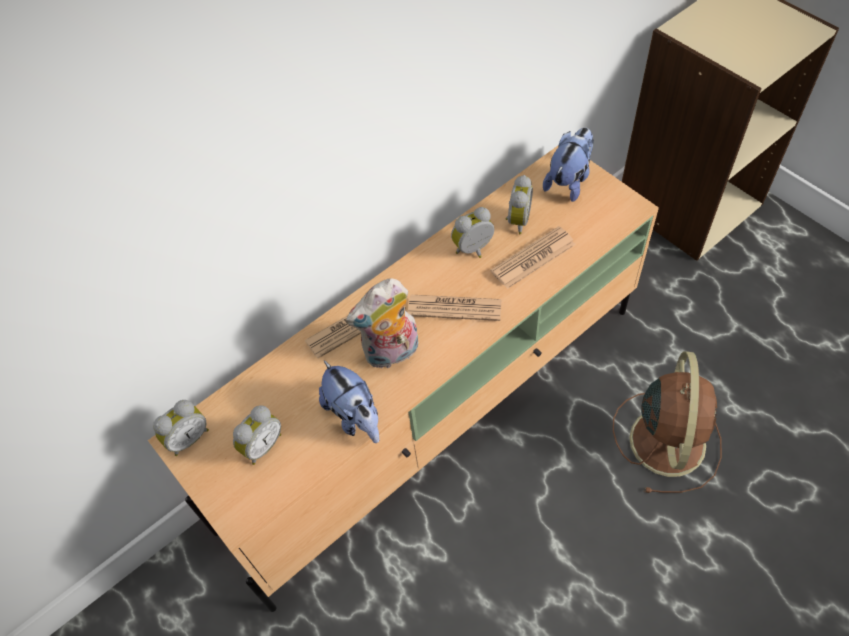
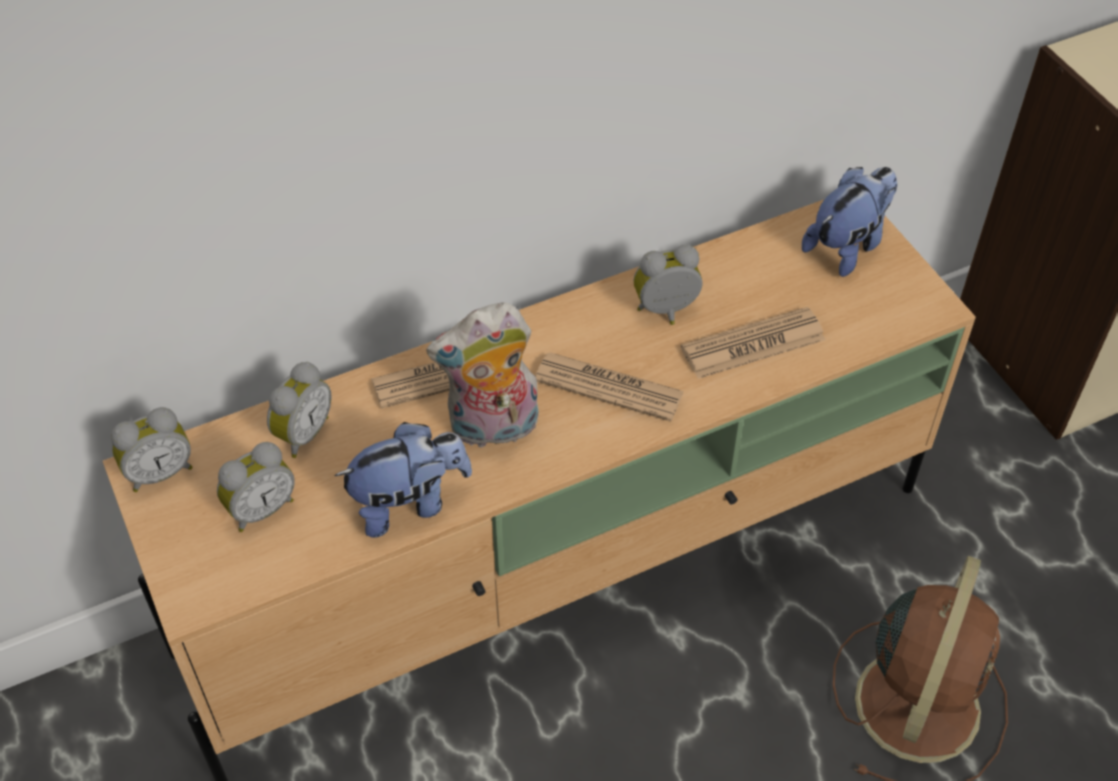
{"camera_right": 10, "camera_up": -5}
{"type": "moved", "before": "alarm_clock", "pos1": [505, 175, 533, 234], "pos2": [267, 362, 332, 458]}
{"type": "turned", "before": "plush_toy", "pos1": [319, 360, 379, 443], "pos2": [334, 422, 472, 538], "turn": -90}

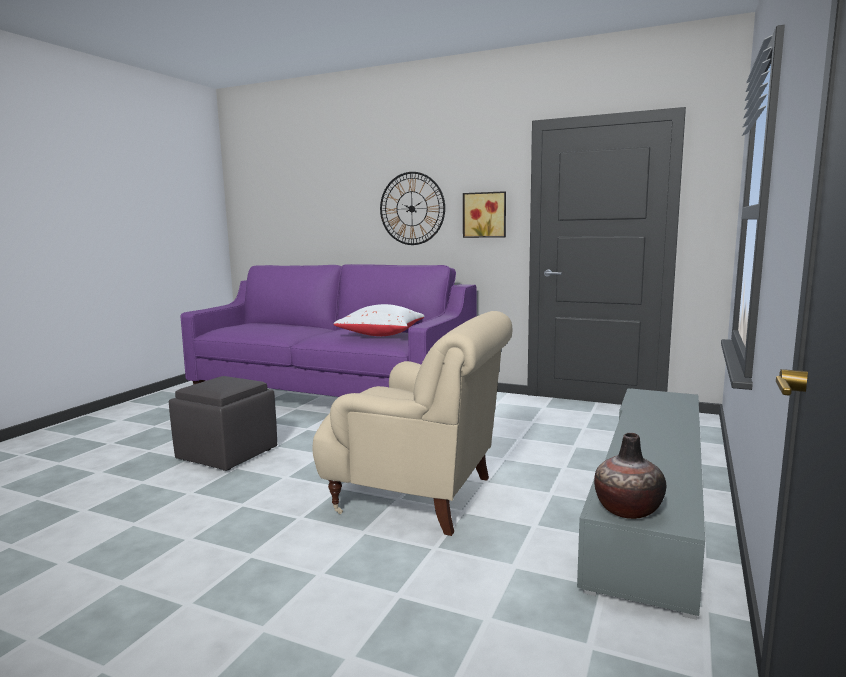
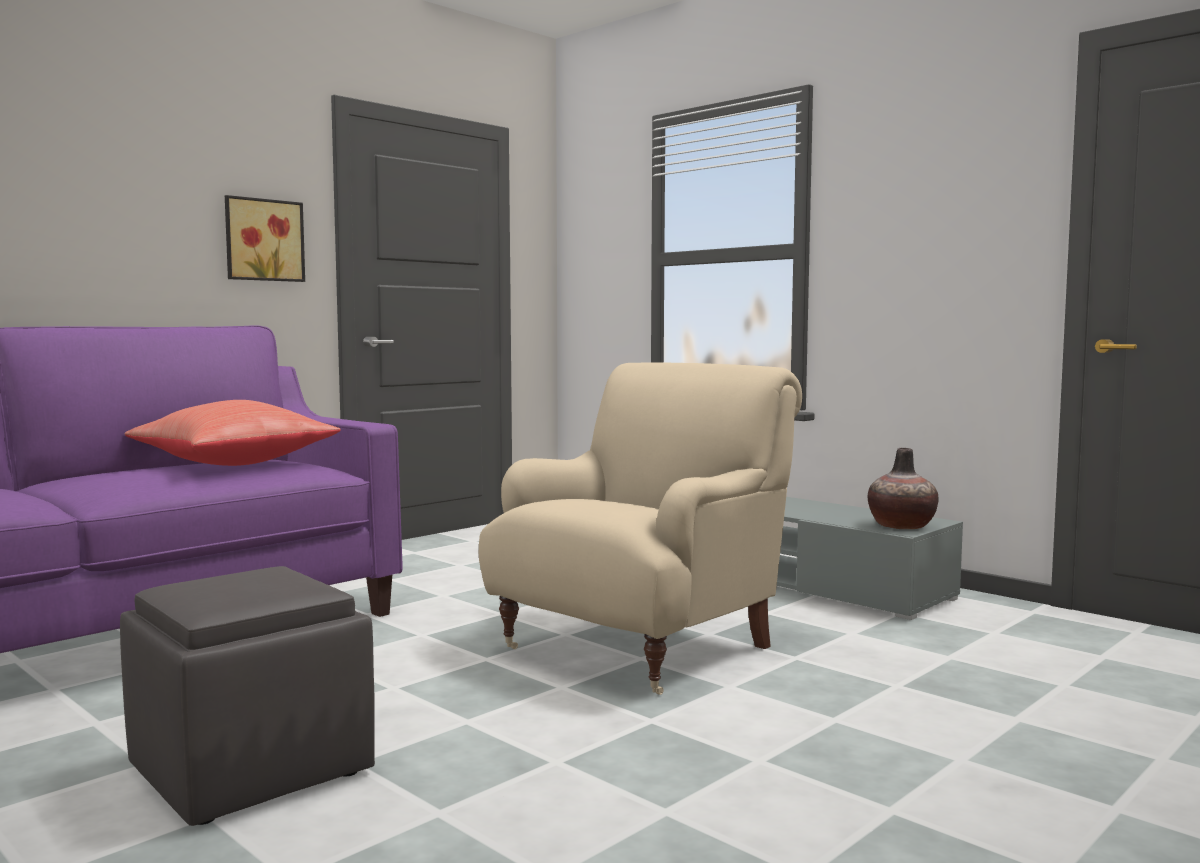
{"camera_right": -70, "camera_up": -5}
{"type": "recoloured", "before": "white_pillow", "after": "red_pillow", "pos1": [333, 304, 424, 336], "pos2": [124, 400, 341, 466]}
{"type": "removed", "before": "wall_clock", "pos1": [380, 172, 445, 245]}

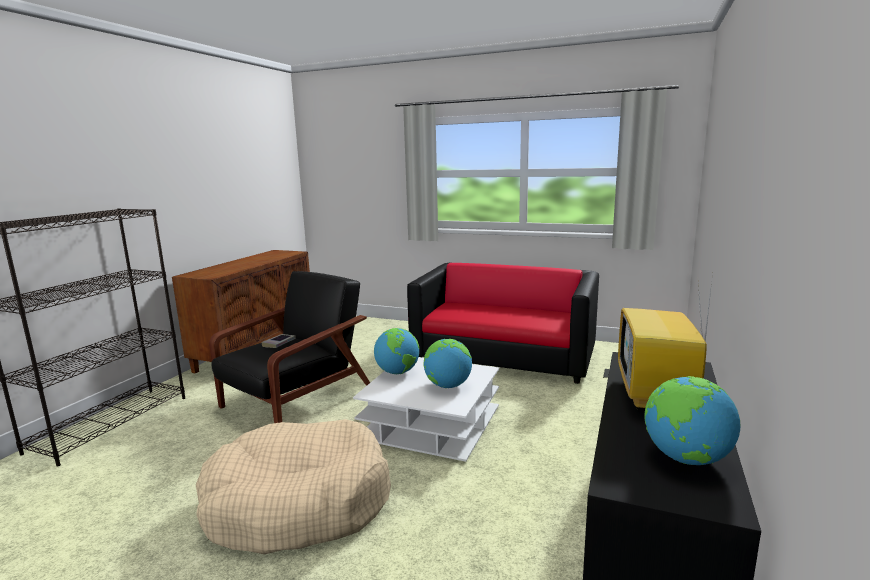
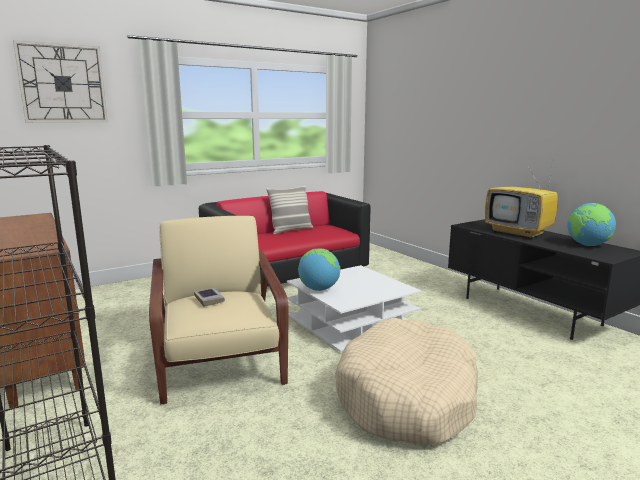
{"camera_right": -55, "camera_up": 0}
{"type": "added", "after": "wall_clock", "pos2": [13, 40, 108, 123]}
{"type": "recoloured", "before": "black_armchair", "after": "beige_armchair", "pos1": [209, 271, 370, 423], "pos2": [149, 216, 289, 404]}
{"type": "added", "after": "pillow", "pos2": [266, 186, 313, 235]}
{"type": "removed", "before": "globe", "pos1": [423, 339, 472, 388]}

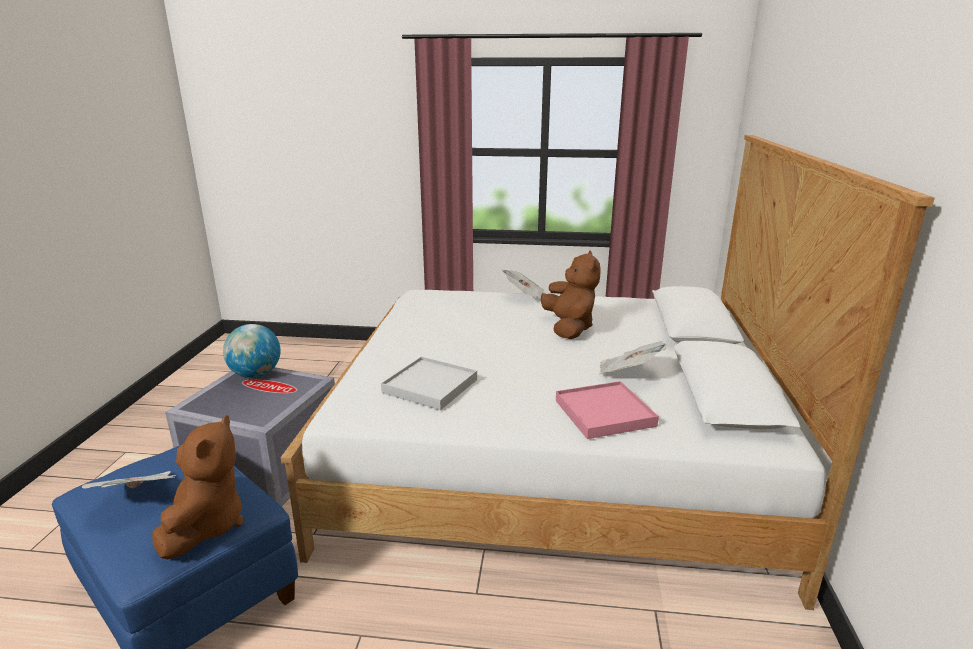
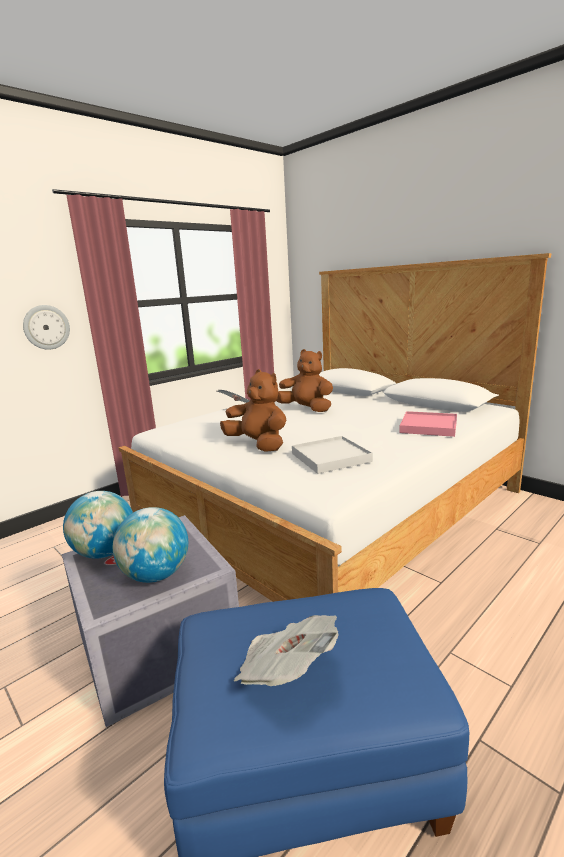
{"camera_right": -50, "camera_up": -5}
{"type": "added", "after": "wall_clock", "pos2": [23, 305, 70, 350]}
{"type": "added", "after": "globe", "pos2": [113, 507, 188, 583]}
{"type": "moved", "before": "brown_plush_toy", "pos1": [152, 415, 244, 559], "pos2": [220, 369, 286, 452]}
{"type": "removed", "before": "newspaper", "pos1": [599, 341, 667, 375]}

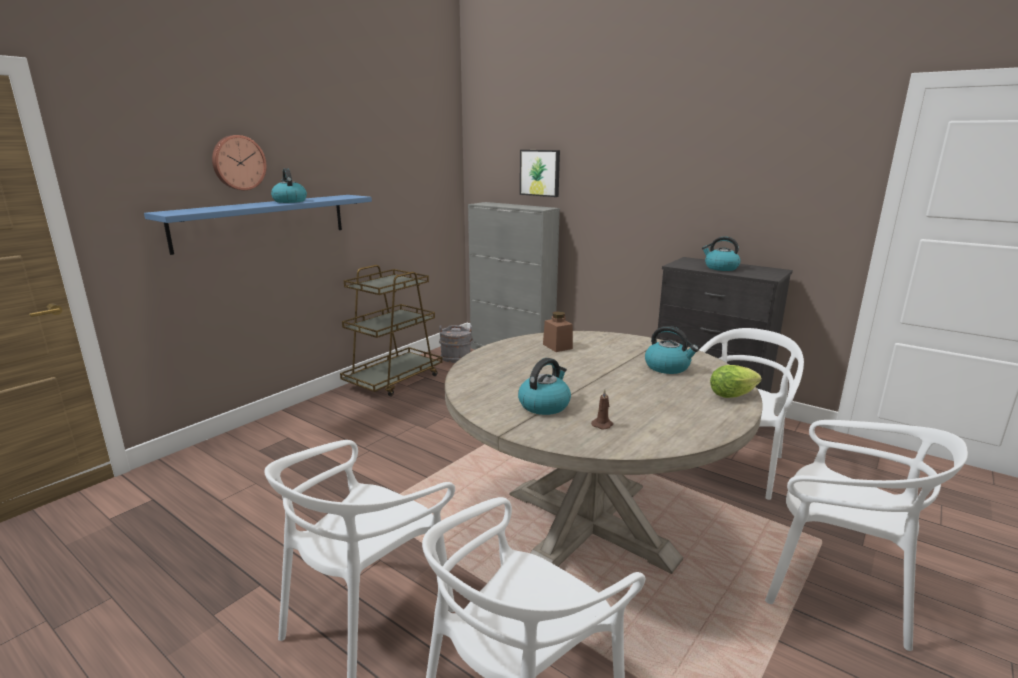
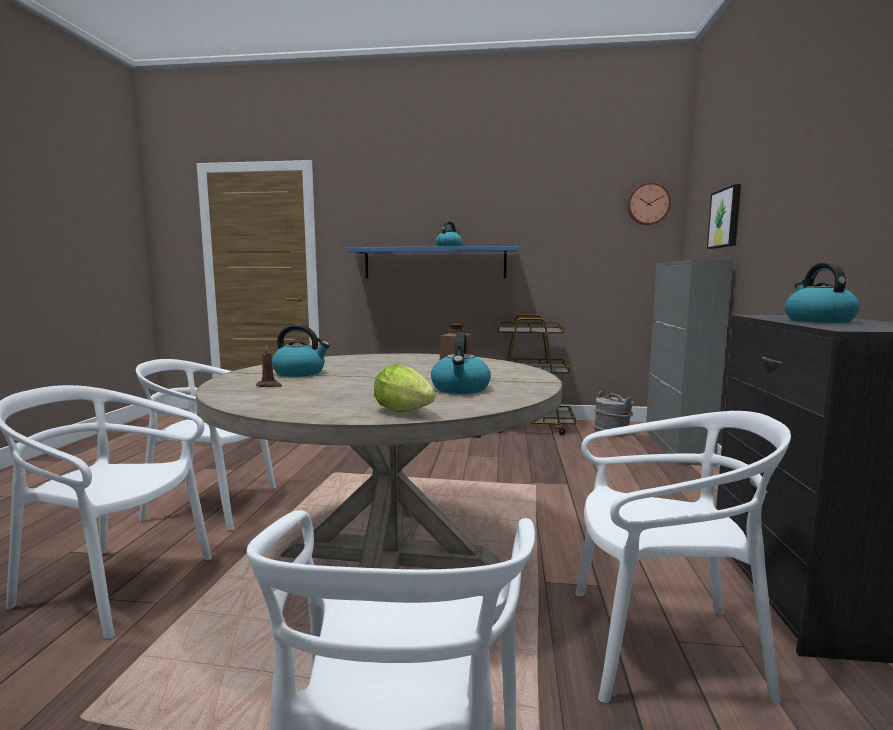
{"camera_right": 60, "camera_up": -10}
{"type": "moved", "before": "wall_clock", "pos1": [212, 135, 267, 190], "pos2": [627, 182, 671, 225]}

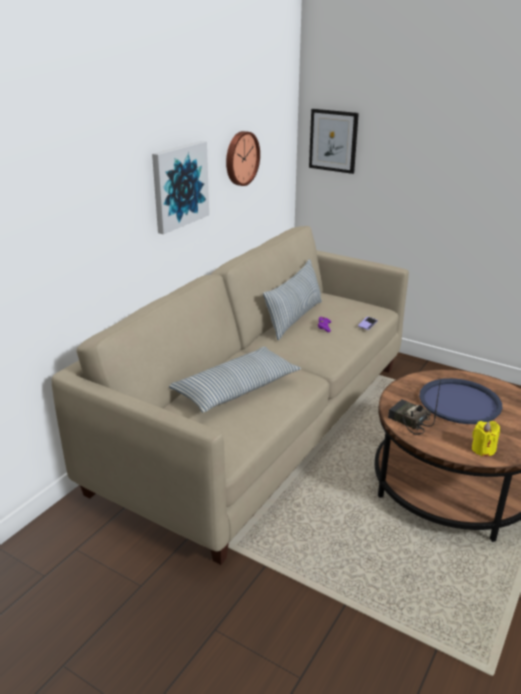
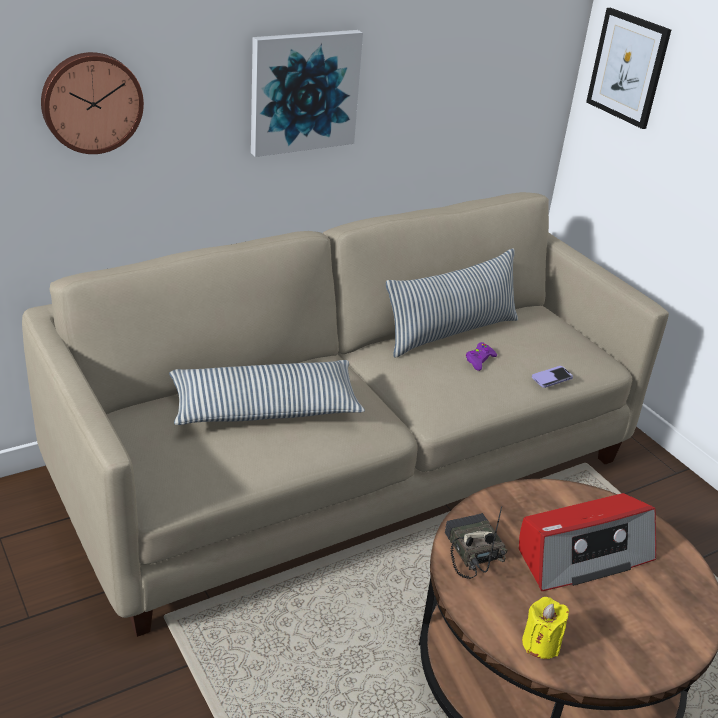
{"camera_right": 25, "camera_up": 5}
{"type": "moved", "before": "wall_clock", "pos1": [226, 131, 260, 186], "pos2": [41, 52, 144, 154]}
{"type": "replaced", "before": "blue_tray", "after": "radio", "pos1": [419, 378, 502, 424], "pos2": [519, 493, 656, 591]}

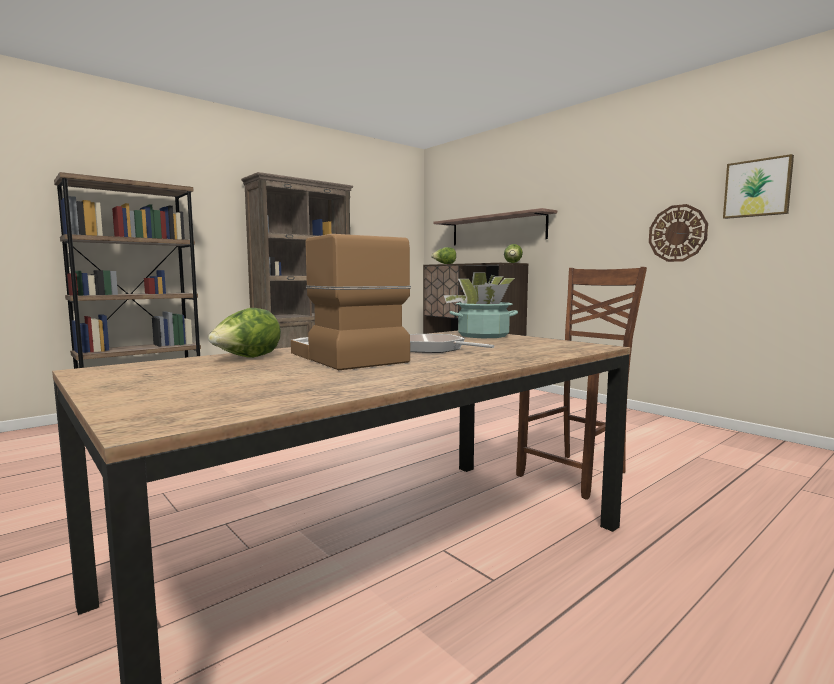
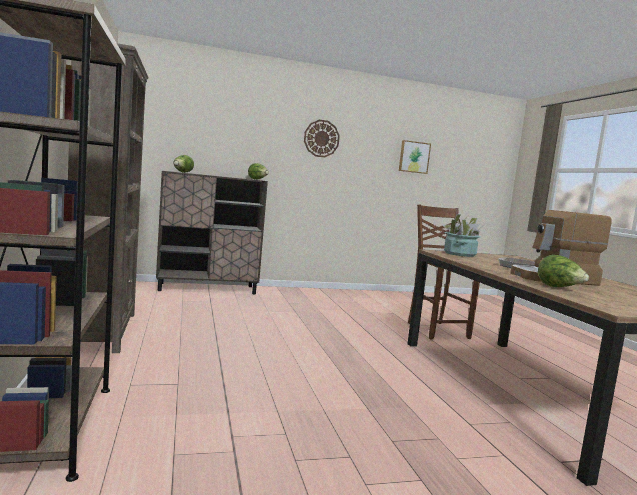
{"camera_right": -65, "camera_up": 0}
{"type": "moved", "before": "wall_clock", "pos1": [649, 204, 708, 262], "pos2": [304, 120, 340, 158]}
{"type": "removed", "before": "shelf", "pos1": [434, 208, 557, 245]}

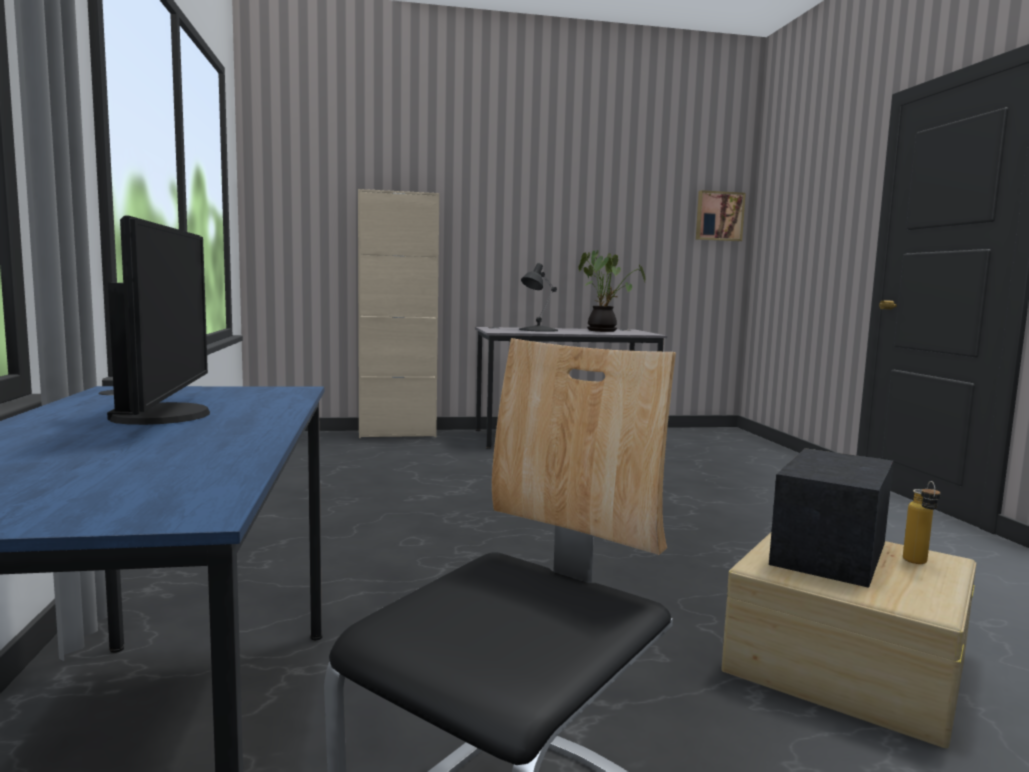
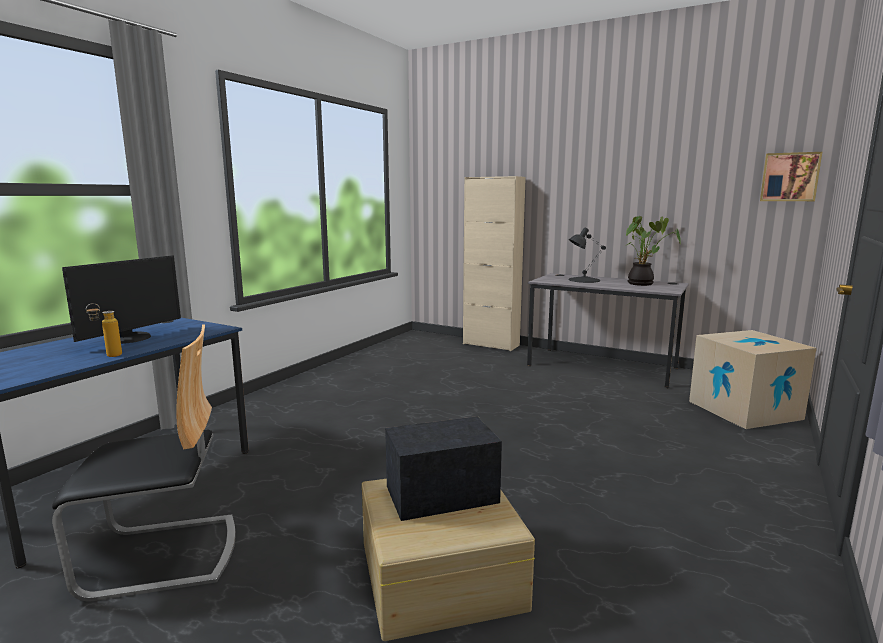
{"camera_right": 40, "camera_up": 5}
{"type": "moved", "before": "bottle", "pos1": [903, 481, 941, 564], "pos2": [86, 303, 122, 357]}
{"type": "added", "after": "cardboard_box", "pos2": [689, 330, 816, 429]}

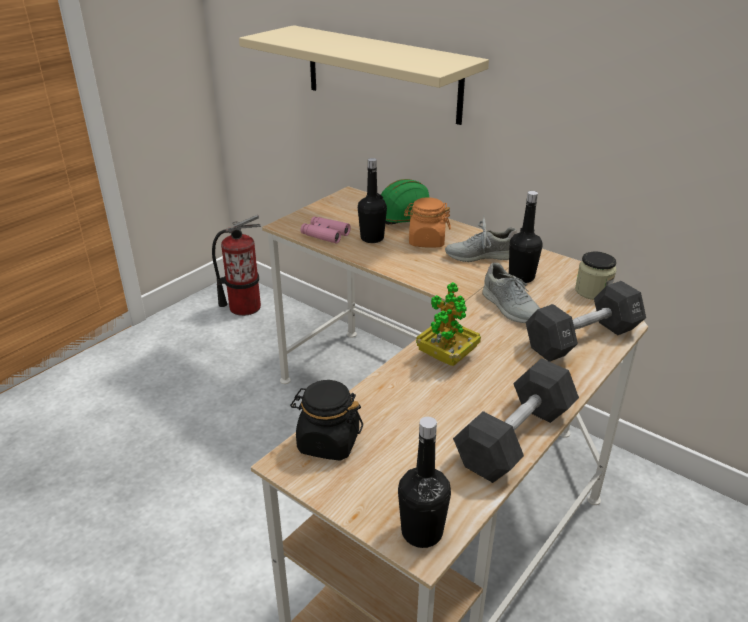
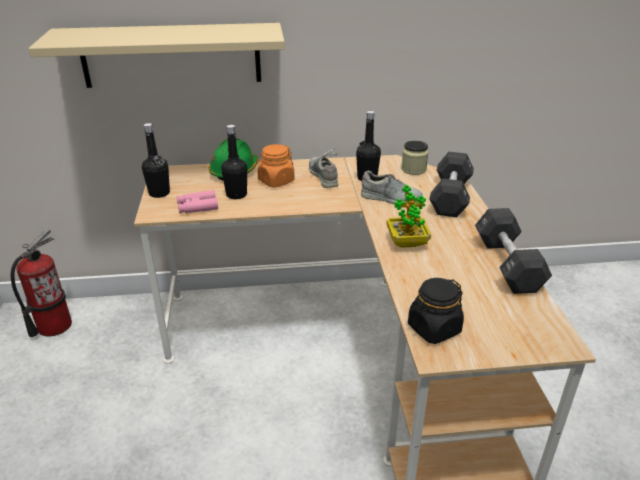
{"camera_right": -45, "camera_up": 0}
{"type": "moved", "before": "black_bottle", "pos1": [398, 417, 451, 548], "pos2": [142, 123, 170, 198]}
{"type": "turned", "before": "grey_shoe", "pos1": [445, 218, 517, 262], "pos2": [309, 148, 338, 188], "turn": 120}

